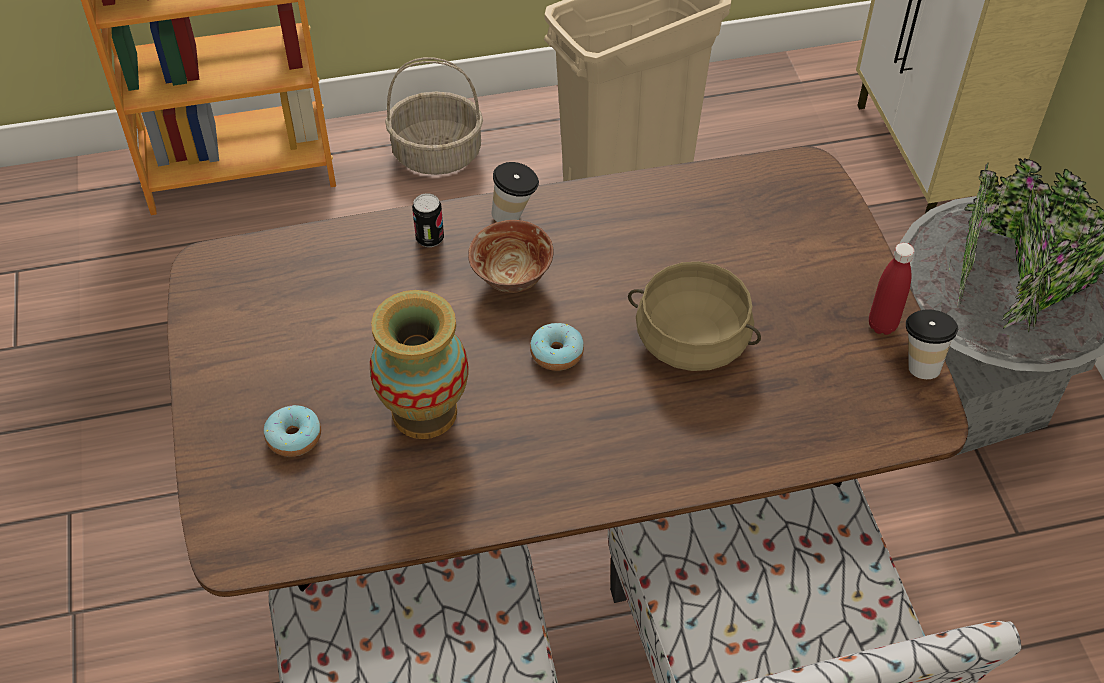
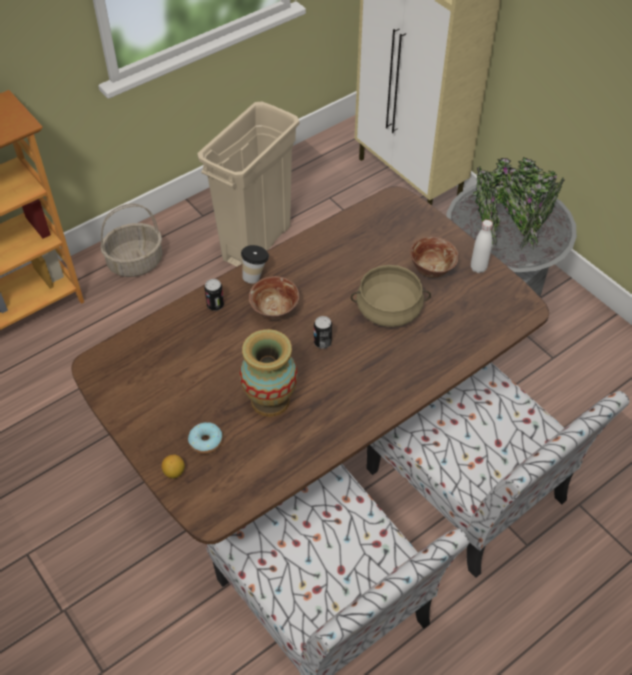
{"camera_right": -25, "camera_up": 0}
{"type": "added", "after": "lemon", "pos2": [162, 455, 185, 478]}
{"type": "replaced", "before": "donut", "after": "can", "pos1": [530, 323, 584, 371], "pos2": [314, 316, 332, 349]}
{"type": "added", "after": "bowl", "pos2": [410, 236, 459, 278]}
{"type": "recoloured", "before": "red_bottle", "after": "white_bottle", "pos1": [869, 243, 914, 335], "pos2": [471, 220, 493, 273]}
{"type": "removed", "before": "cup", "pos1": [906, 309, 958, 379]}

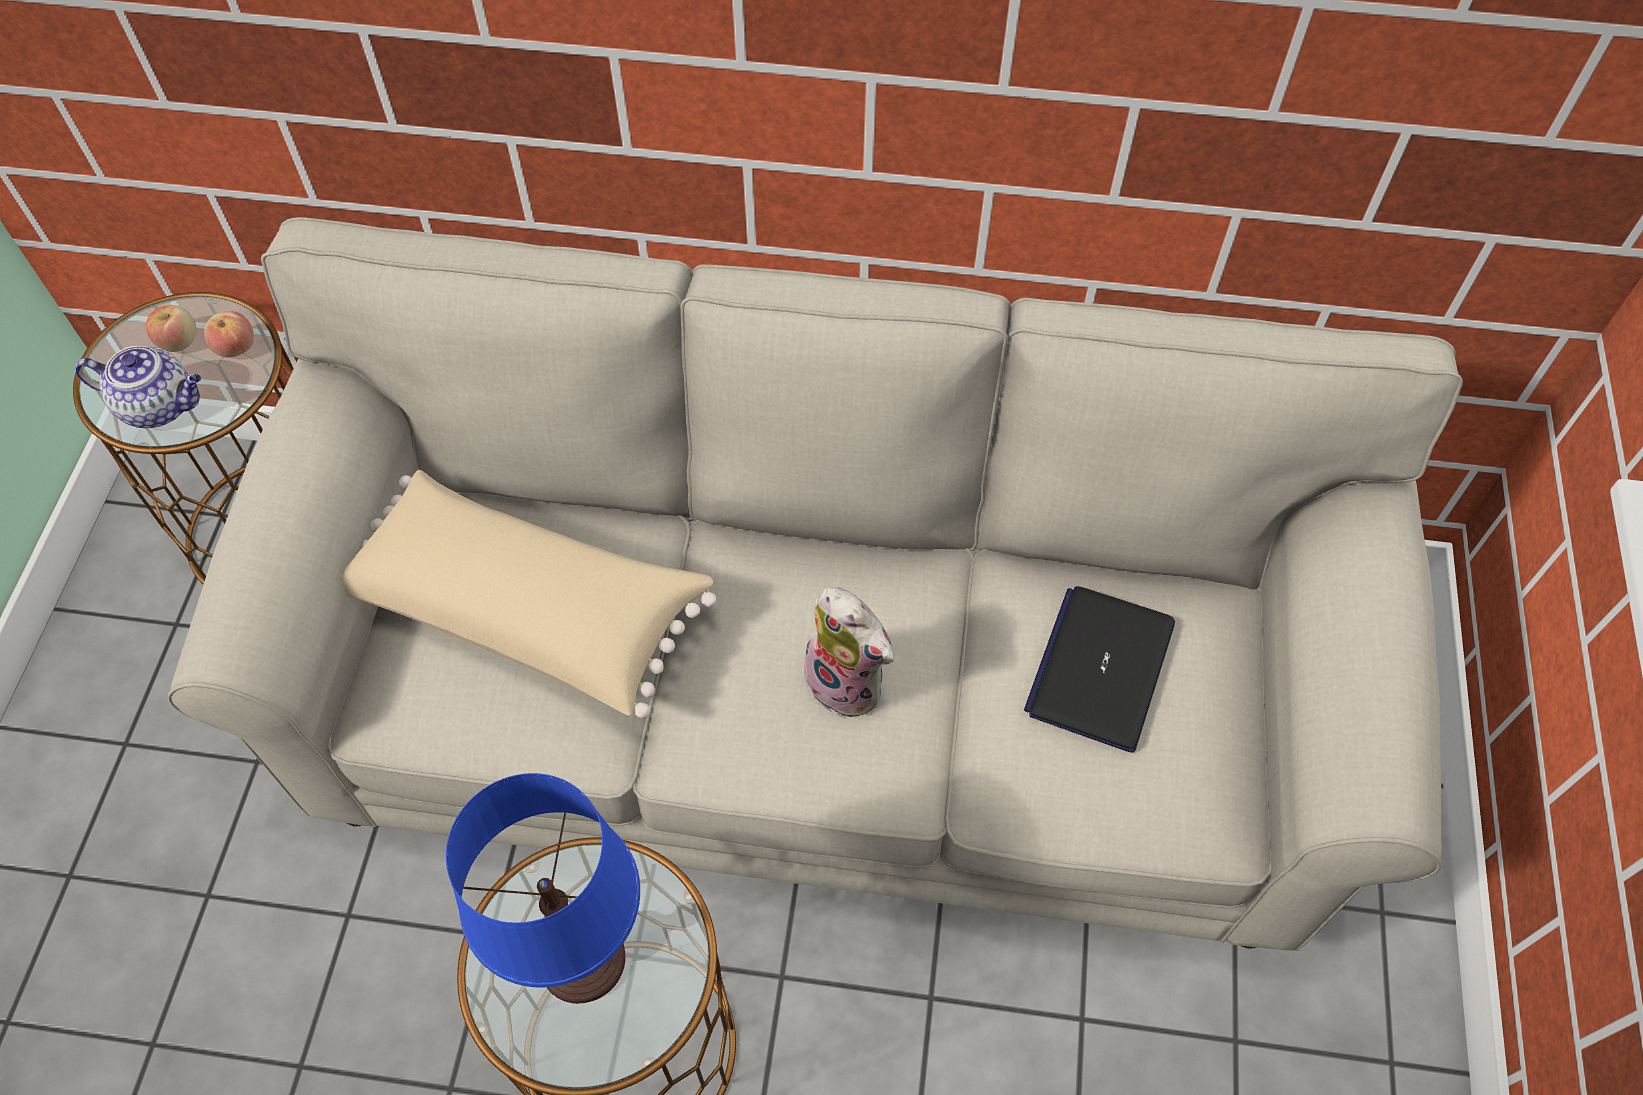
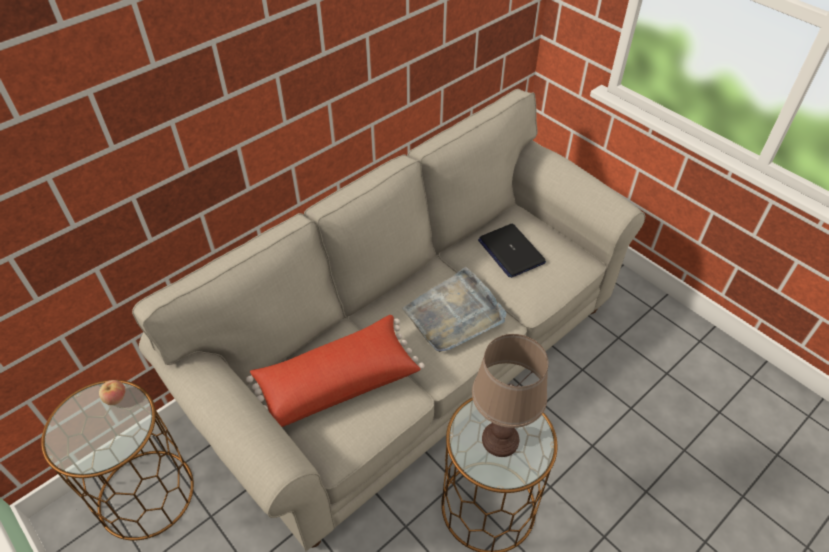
{"camera_right": -50, "camera_up": -10}
{"type": "recoloured", "before": "beige_pillow", "after": "red_pillow", "pos1": [343, 470, 716, 718], "pos2": [246, 315, 425, 427]}
{"type": "replaced", "before": "plush_toy", "after": "grey_tray", "pos1": [797, 587, 894, 719], "pos2": [402, 267, 506, 352]}
{"type": "recoloured", "before": "blue_table_lamp", "after": "brown_table_lamp", "pos1": [446, 773, 640, 1004], "pos2": [472, 334, 548, 457]}
{"type": "removed", "before": "teapot", "pos1": [75, 345, 201, 428]}
{"type": "removed", "before": "apple", "pos1": [146, 305, 196, 352]}

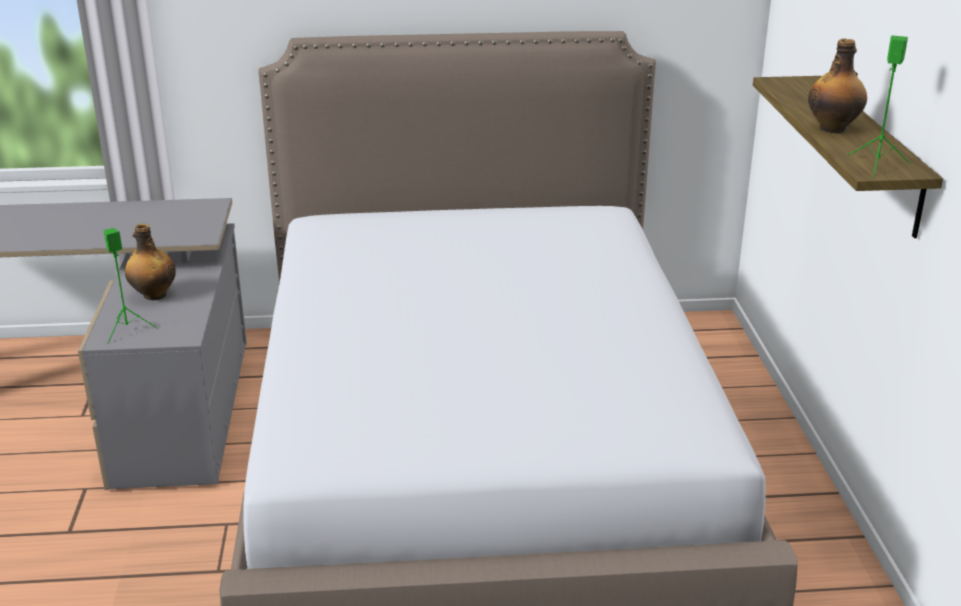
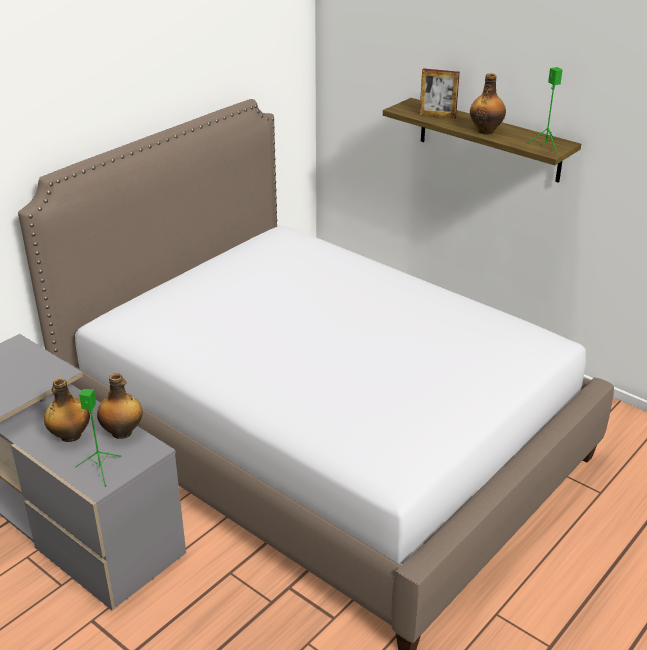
{"camera_right": -45, "camera_up": 5}
{"type": "added", "after": "bottle", "pos2": [97, 373, 143, 439]}
{"type": "added", "after": "picture_frame", "pos2": [420, 68, 460, 119]}

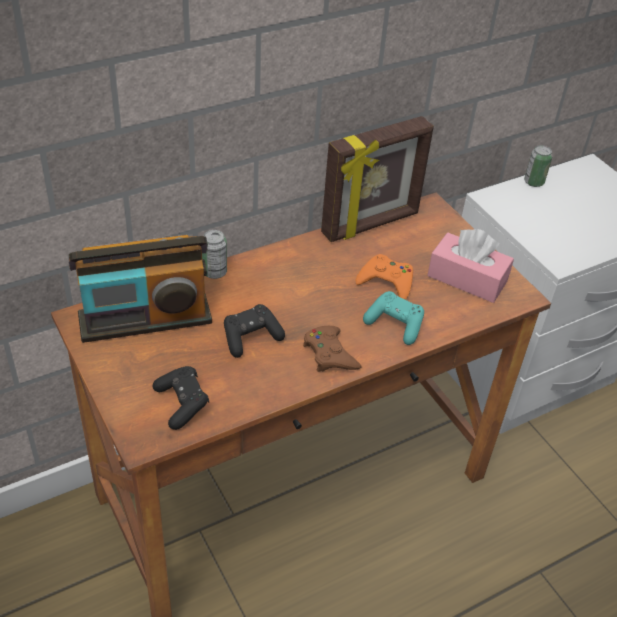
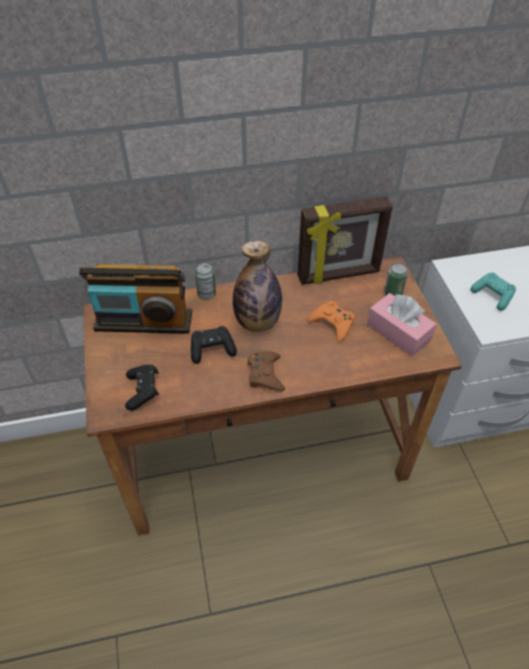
{"camera_right": 20, "camera_up": 5}
{"type": "added", "after": "bottle", "pos2": [233, 241, 282, 332]}
{"type": "moved", "before": "can", "pos1": [524, 145, 553, 187], "pos2": [384, 263, 408, 296]}
{"type": "moved", "before": "turquoise_game_controller", "pos1": [363, 291, 424, 345], "pos2": [471, 272, 516, 311]}

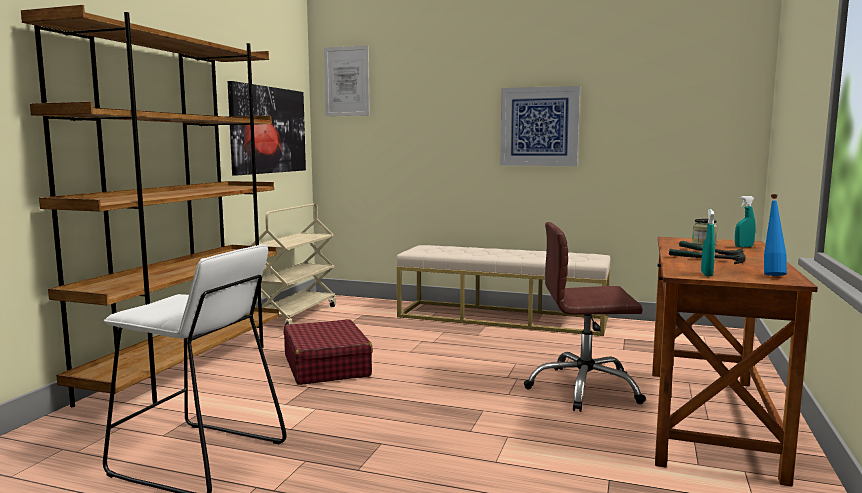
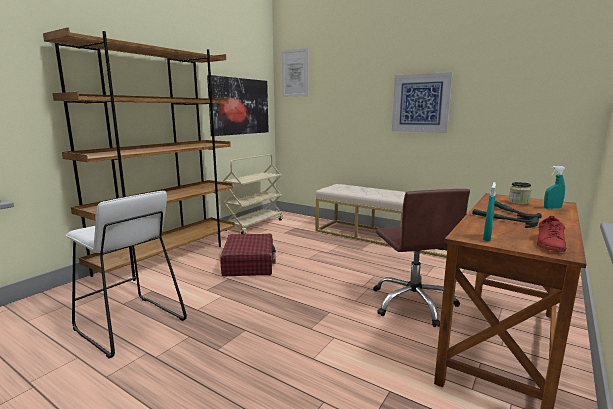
{"camera_right": 15, "camera_up": 5}
{"type": "turned", "before": "brown_office_chair", "pos1": [524, 222, 646, 412], "pos2": [373, 189, 470, 327], "turn": -120}
{"type": "replaced", "before": "blue_bottle", "after": "red_shoe", "pos1": [764, 194, 787, 276], "pos2": [537, 216, 567, 252]}

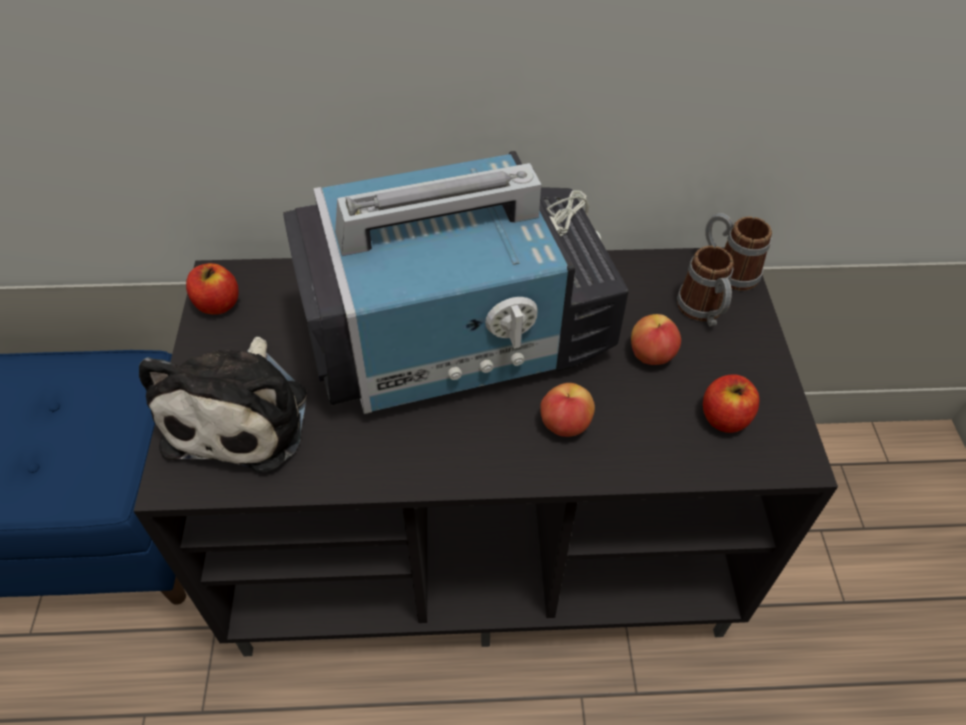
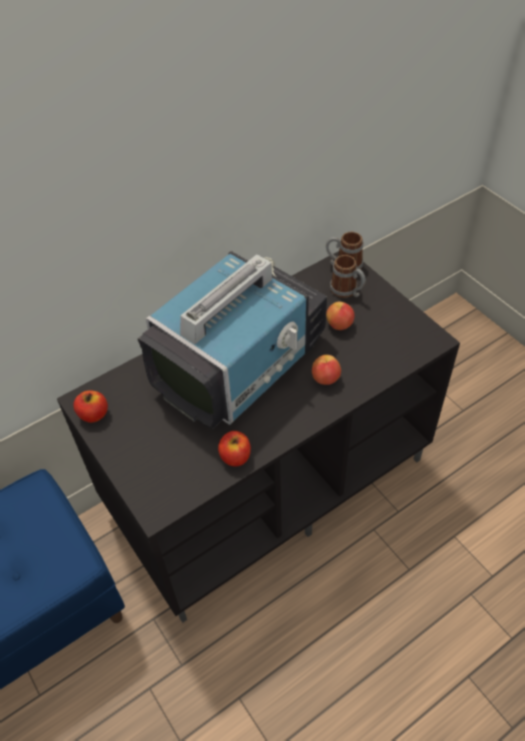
{"camera_right": -30, "camera_up": 0}
{"type": "moved", "before": "apple", "pos1": [703, 374, 759, 433], "pos2": [218, 431, 251, 467]}
{"type": "removed", "before": "plush_toy", "pos1": [139, 337, 307, 473]}

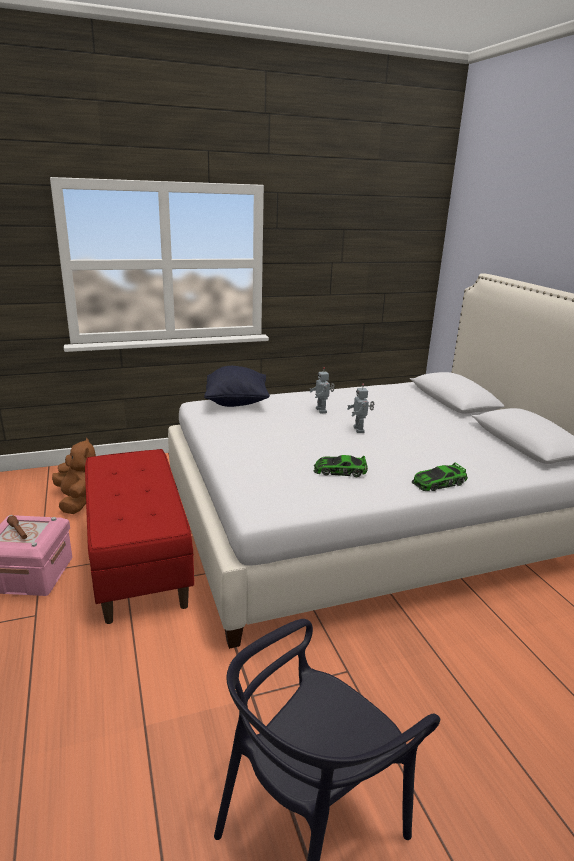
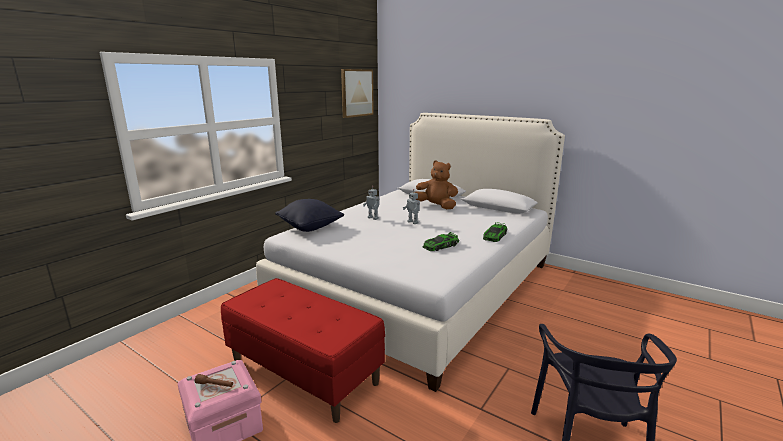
{"camera_right": -35, "camera_up": -5}
{"type": "added", "after": "picture", "pos2": [341, 69, 374, 118]}
{"type": "moved", "before": "brown_plush_toy", "pos1": [52, 437, 96, 514], "pos2": [414, 160, 458, 209]}

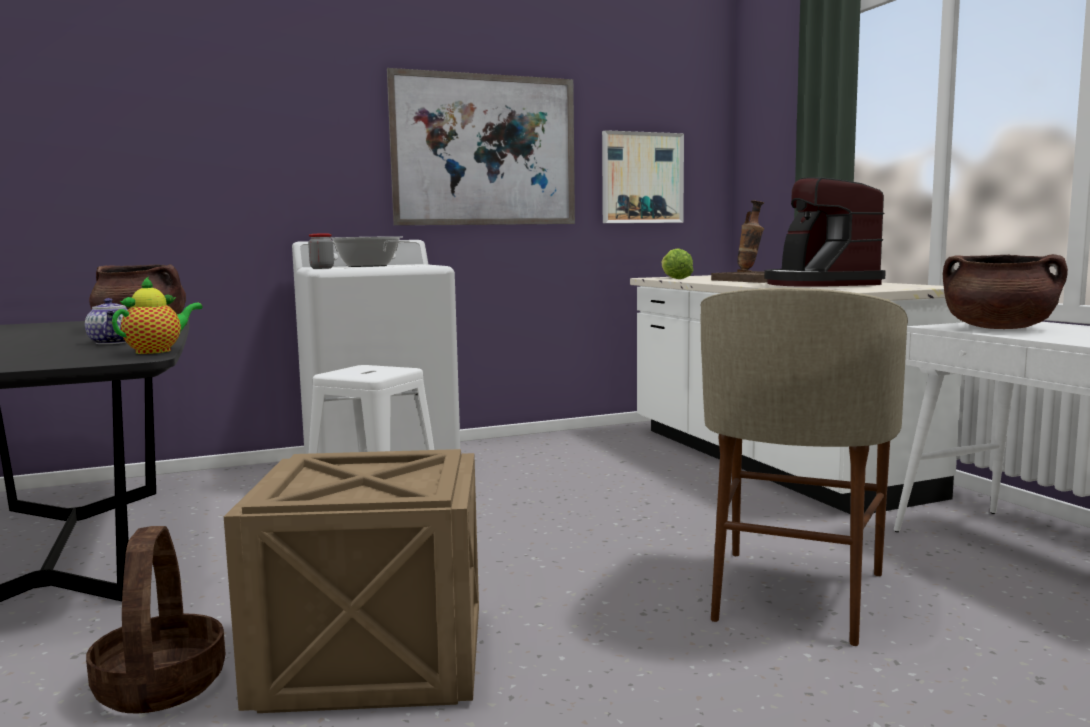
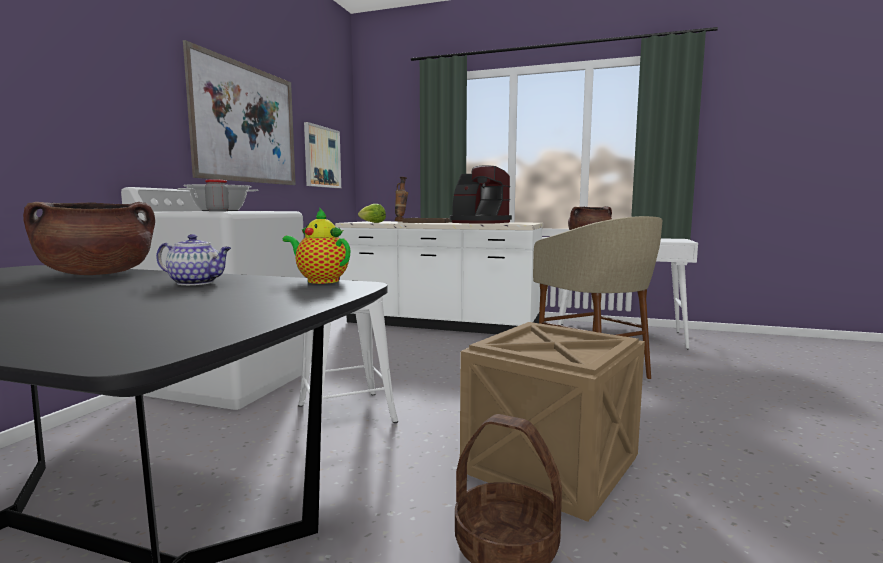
{"camera_right": -50, "camera_up": 0}
{"type": "turned", "before": "teapot", "pos1": [112, 276, 203, 354], "pos2": [283, 207, 351, 284], "turn": -45}

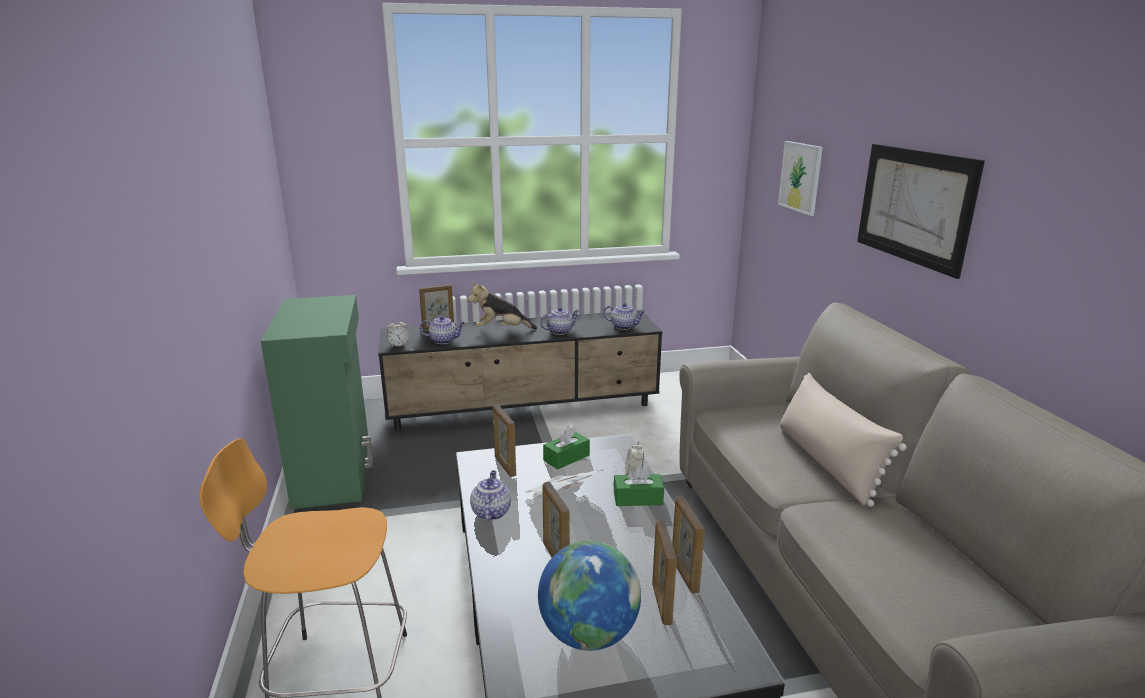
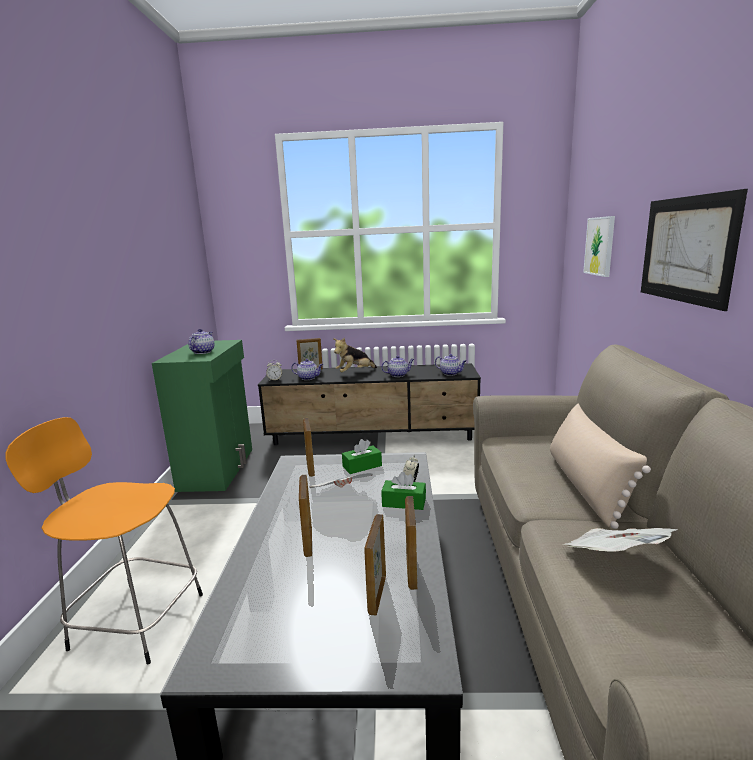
{"camera_right": 15, "camera_up": -5}
{"type": "moved", "before": "teapot", "pos1": [470, 471, 511, 522], "pos2": [188, 329, 214, 354]}
{"type": "turned", "before": "plush_toy", "pos1": [468, 282, 538, 329], "pos2": [333, 337, 377, 372], "turn": -45}
{"type": "added", "after": "newspaper", "pos2": [562, 528, 678, 551]}
{"type": "removed", "before": "globe", "pos1": [538, 541, 641, 651]}

